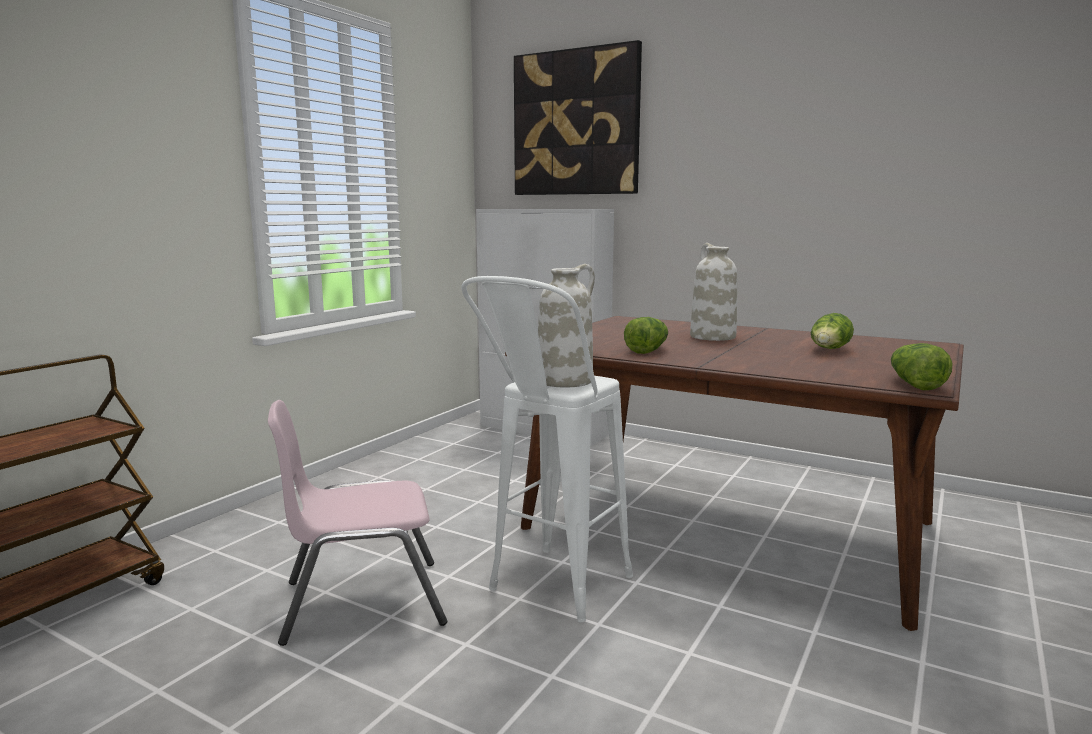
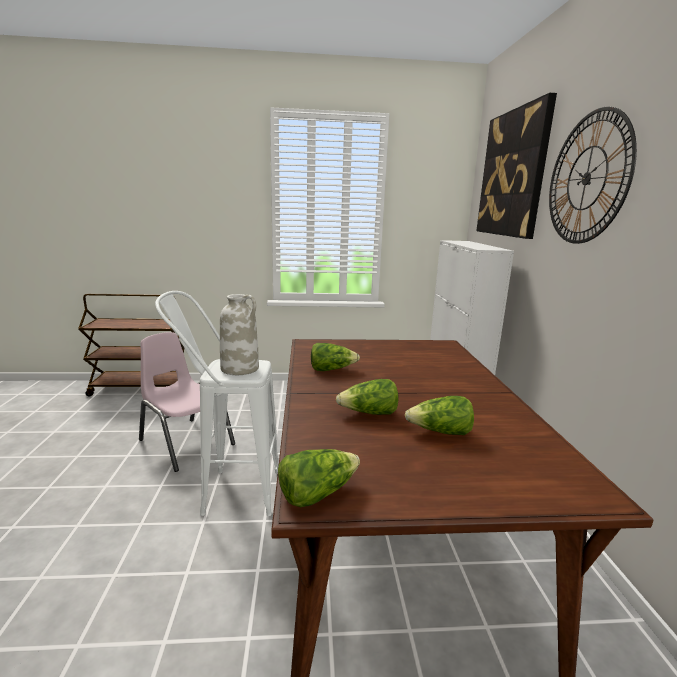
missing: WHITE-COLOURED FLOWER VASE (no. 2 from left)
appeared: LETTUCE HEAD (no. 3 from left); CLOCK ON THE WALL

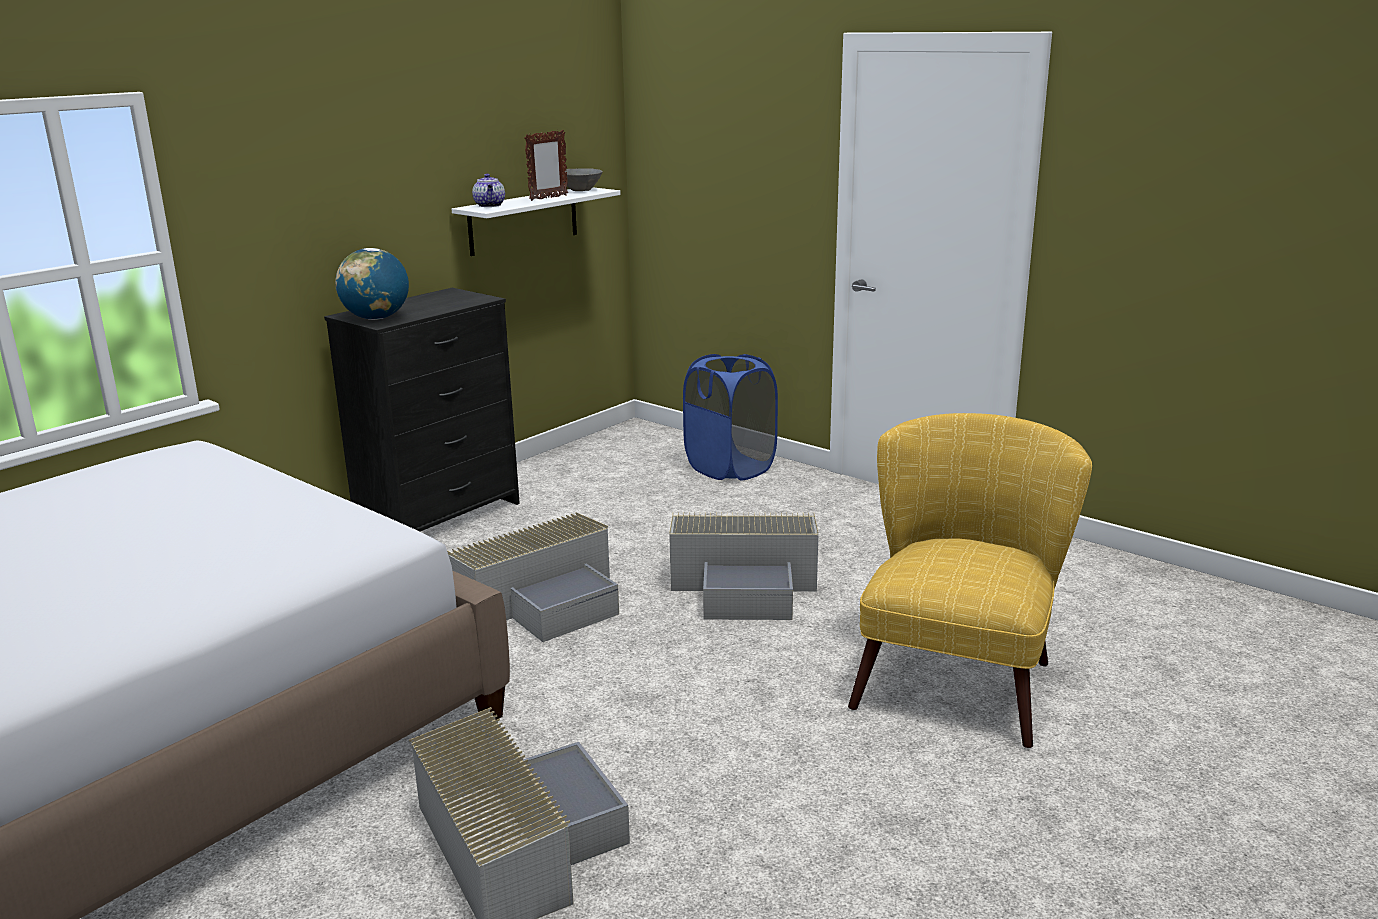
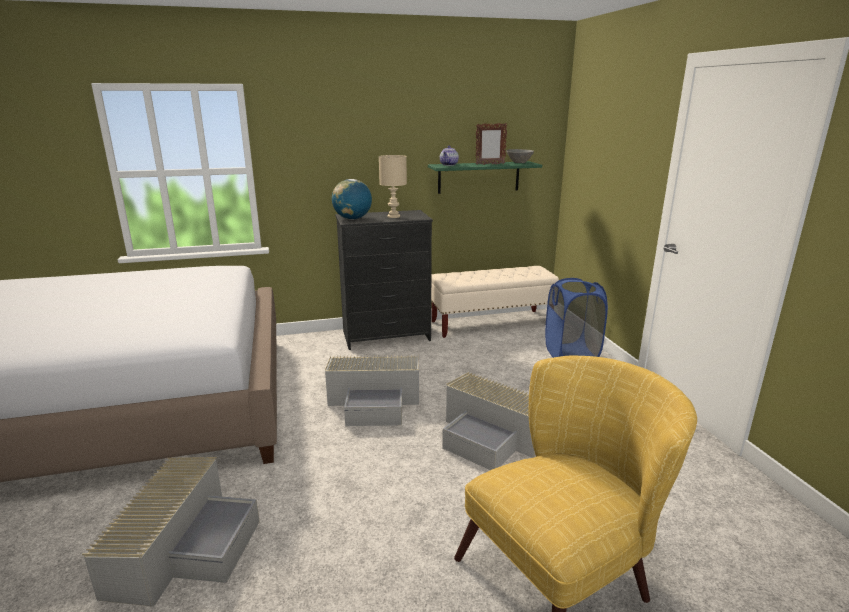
appeared: BEIGE LAMP FOR A TABLE; BEIGE BENCH
colour: WHITE-COLOURED SHELF to GREEN-COLOURED SHELF

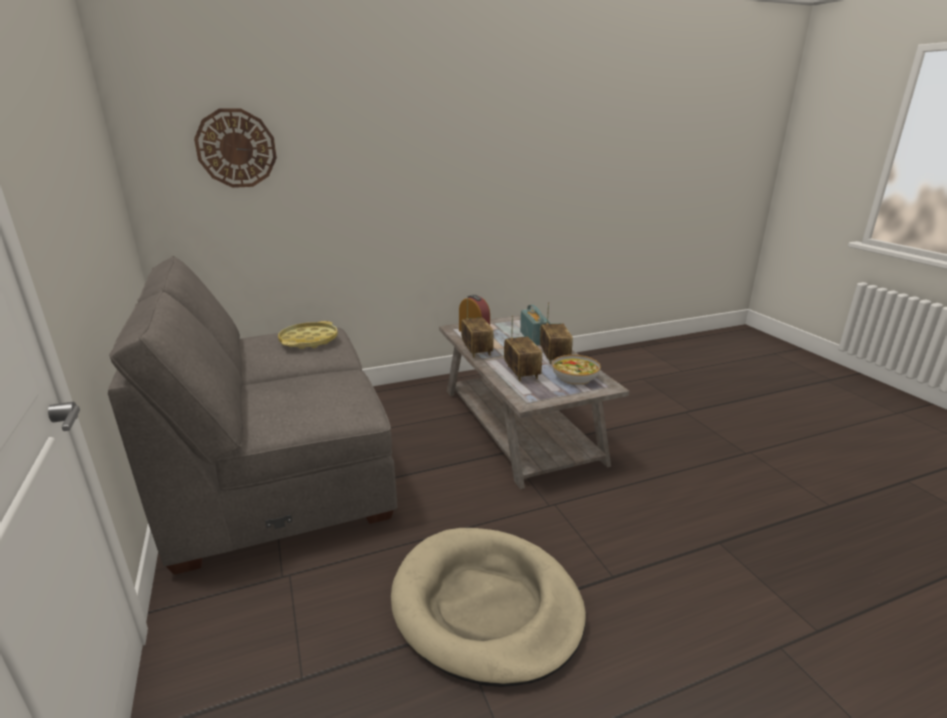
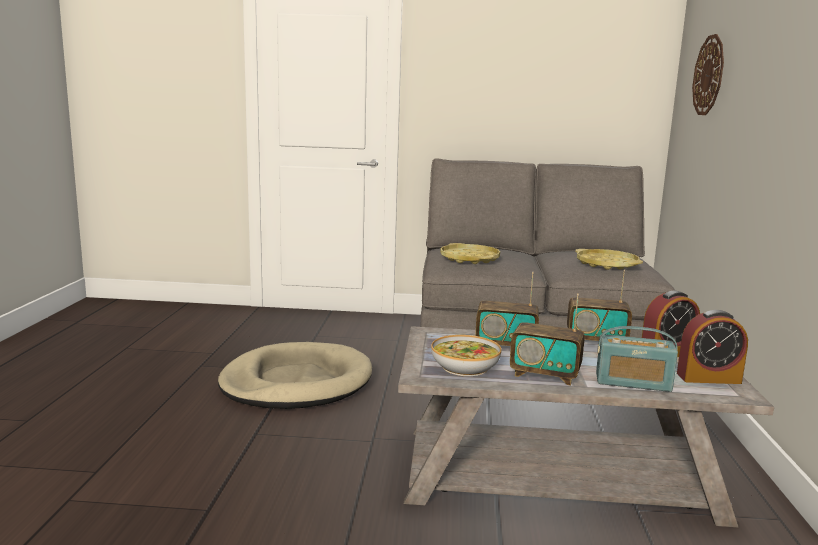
appeared: YELLOW-COLOURED CARRYING TRAY (no. 1 from left); ALARM CLOCK (no. 2 from left)

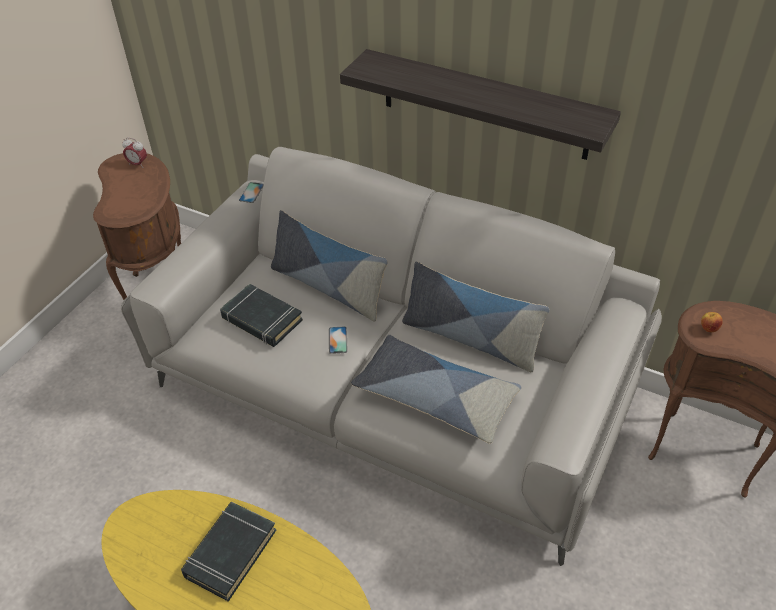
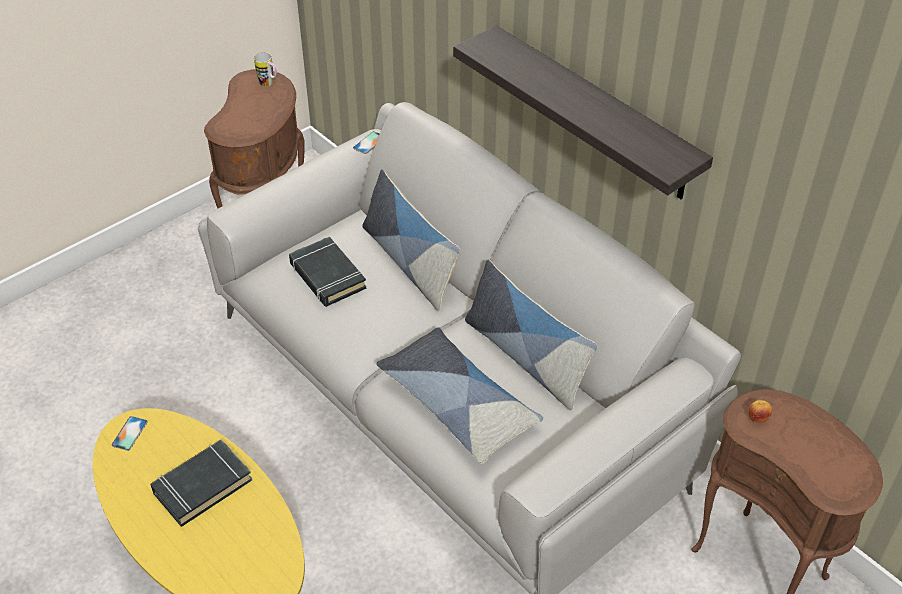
relocated: HANDSET (no. 2 from left in the first image) to HANDSET (no. 1 from left)
exchanged: ALARM CLOCK to COFFEE MUG

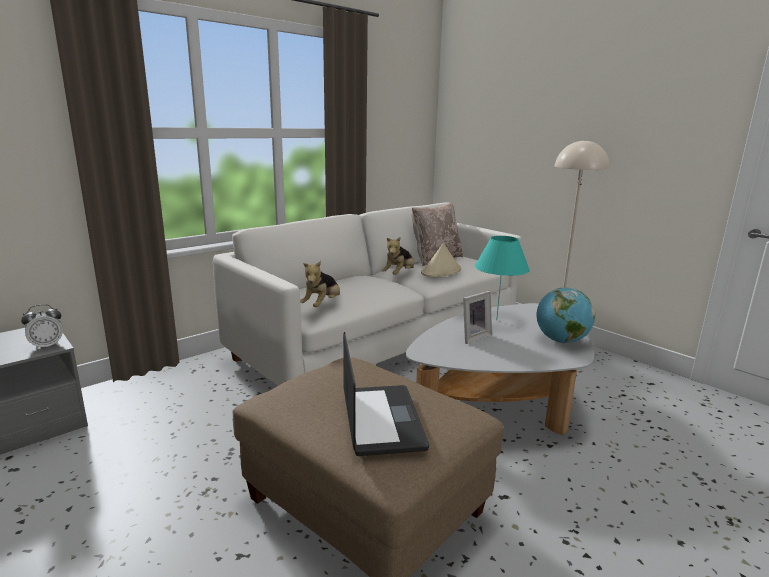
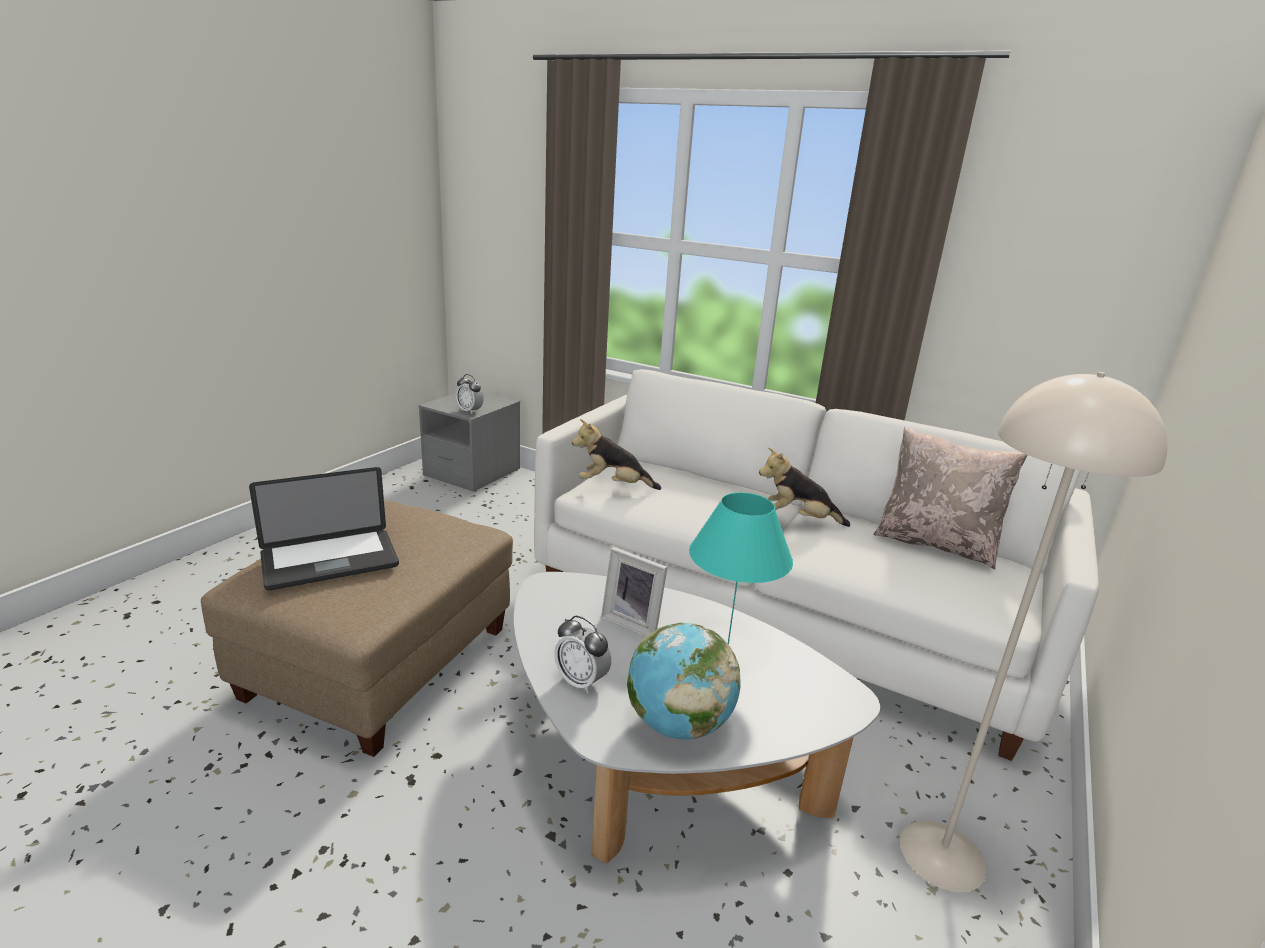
missing: BEIGE WEARABLE HAT
appeared: ALARM CLOCK (no. 2 from left)

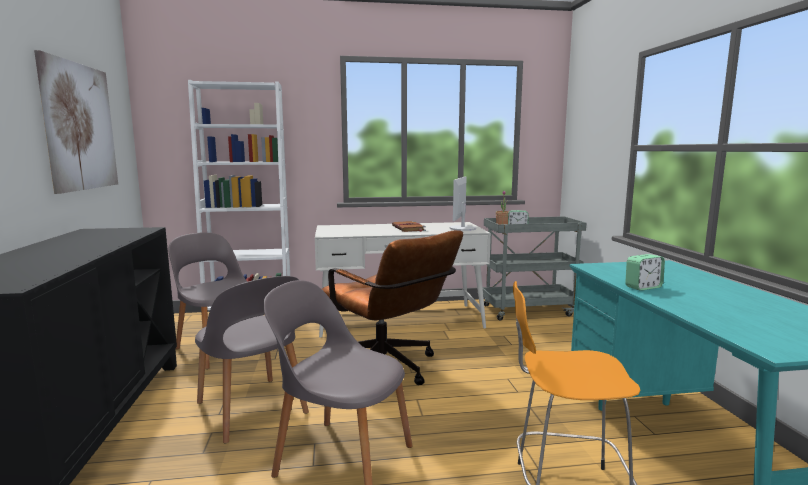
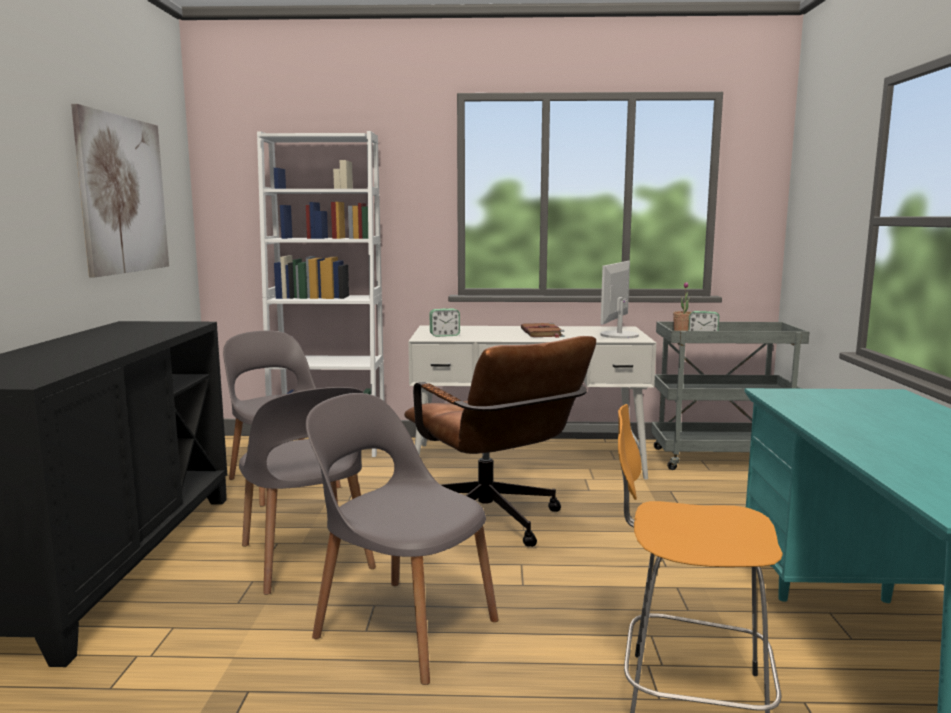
relocated: ALARM CLOCK (no. 2 from left in the first image) to ALARM CLOCK (no. 1 from left)

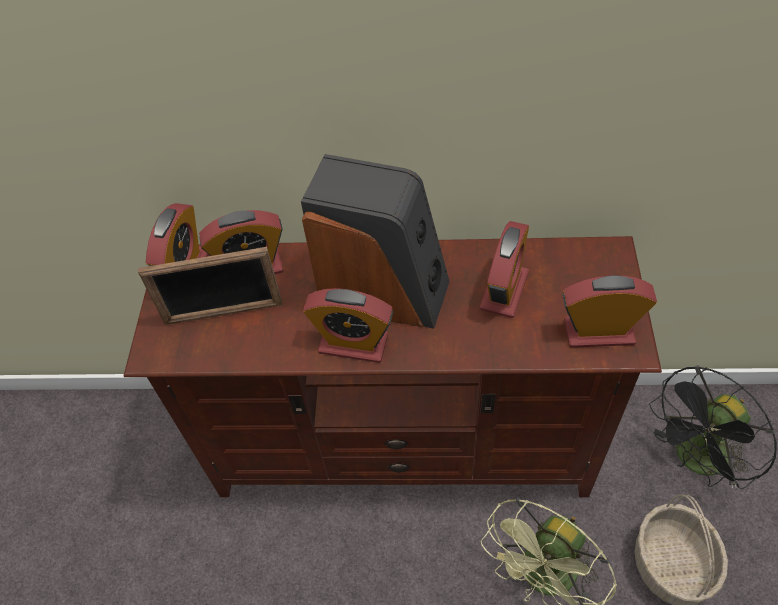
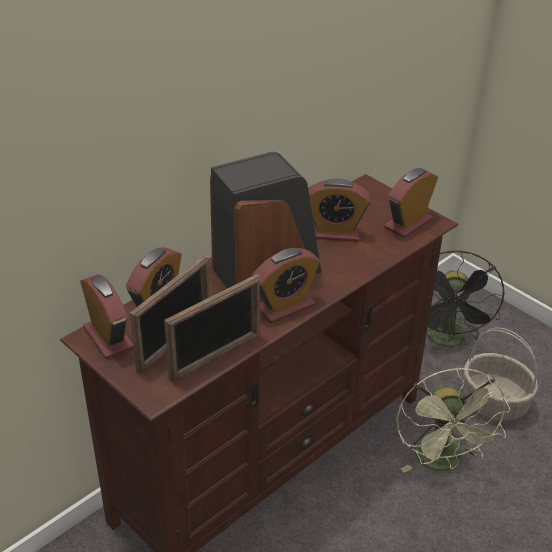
appeared: PICTURE FRAME (no. 2 from left)
spun: ALARM CLOCK (no. 4 from left) 120 degrees clockwise

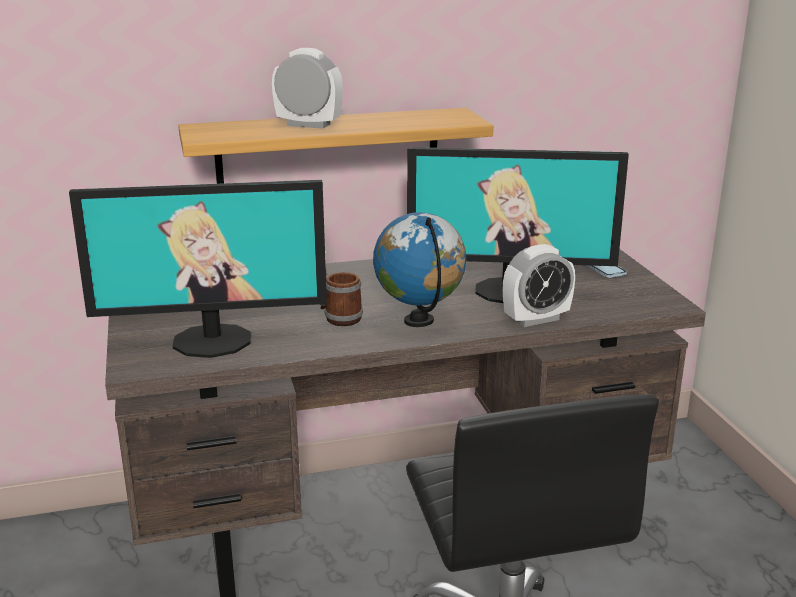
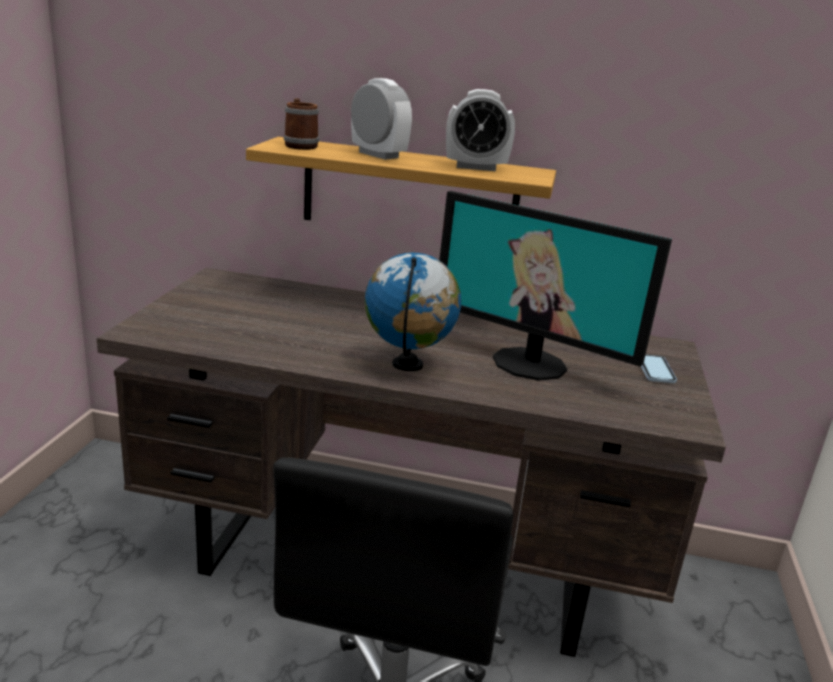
missing: MONITOR (no. 1 from left)
relocated: COFFEE MUG; ALARM CLOCK (no. 2 from left)

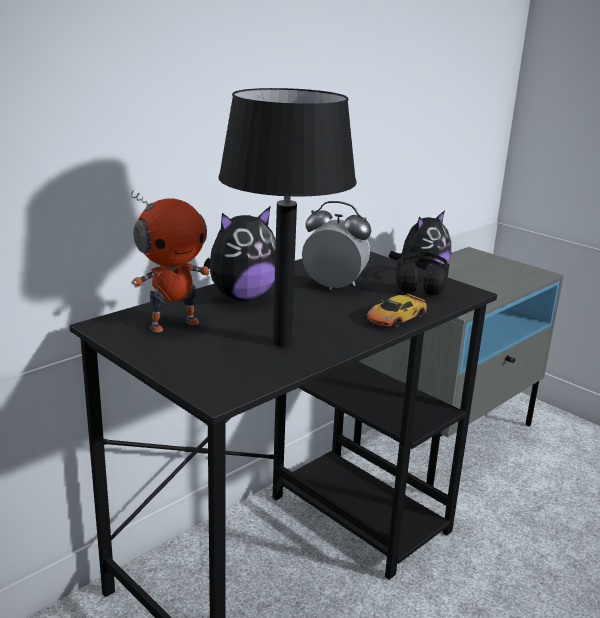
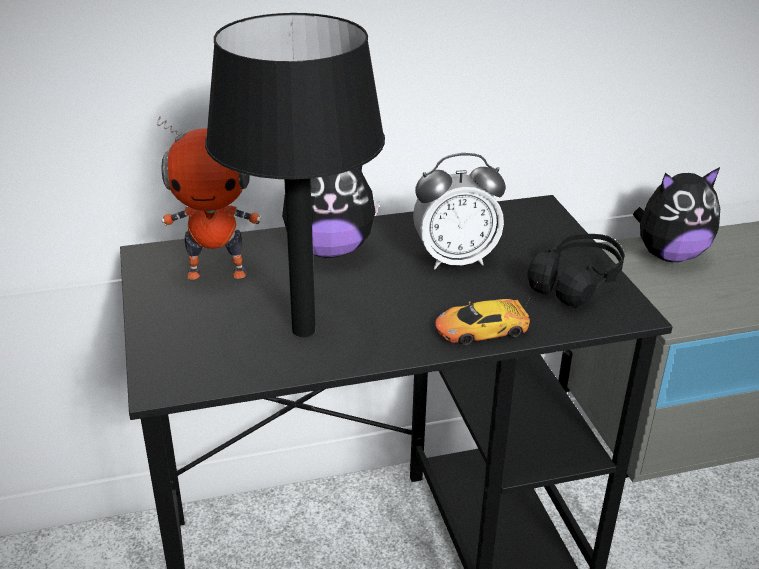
spun: ALARM CLOCK 120 degrees clockwise

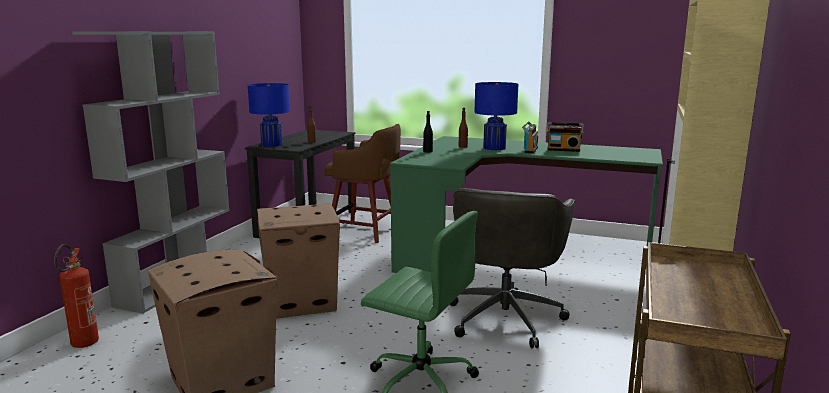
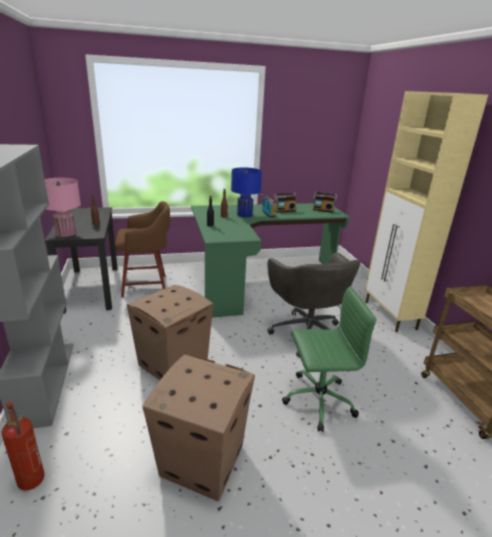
appeared: RADIO (no. 3 from left)
colour: BLUISH LAMP FOR A TABLE (no. 1 from left) to PINK-COLOURED LAMP FOR A TABLE

